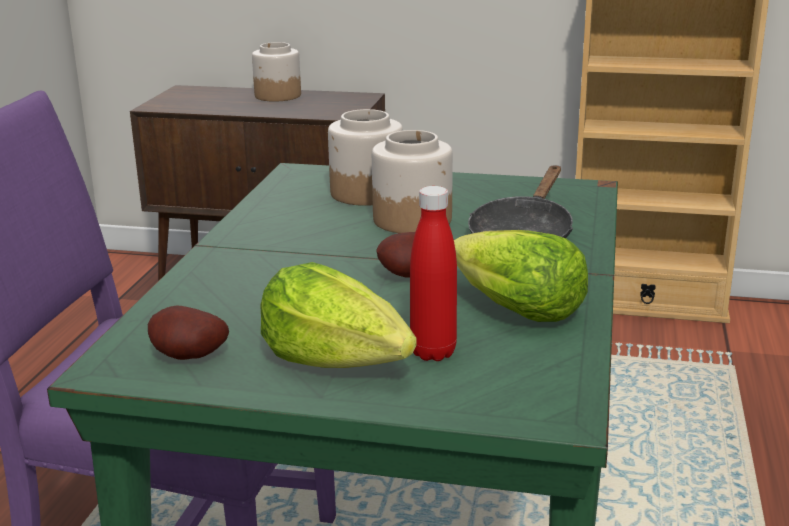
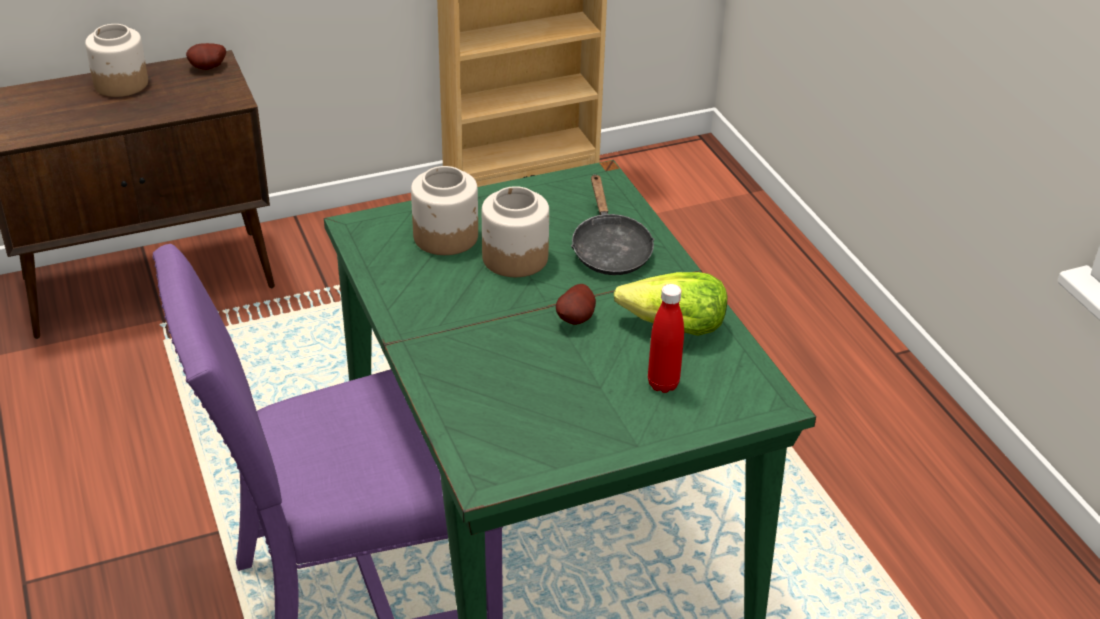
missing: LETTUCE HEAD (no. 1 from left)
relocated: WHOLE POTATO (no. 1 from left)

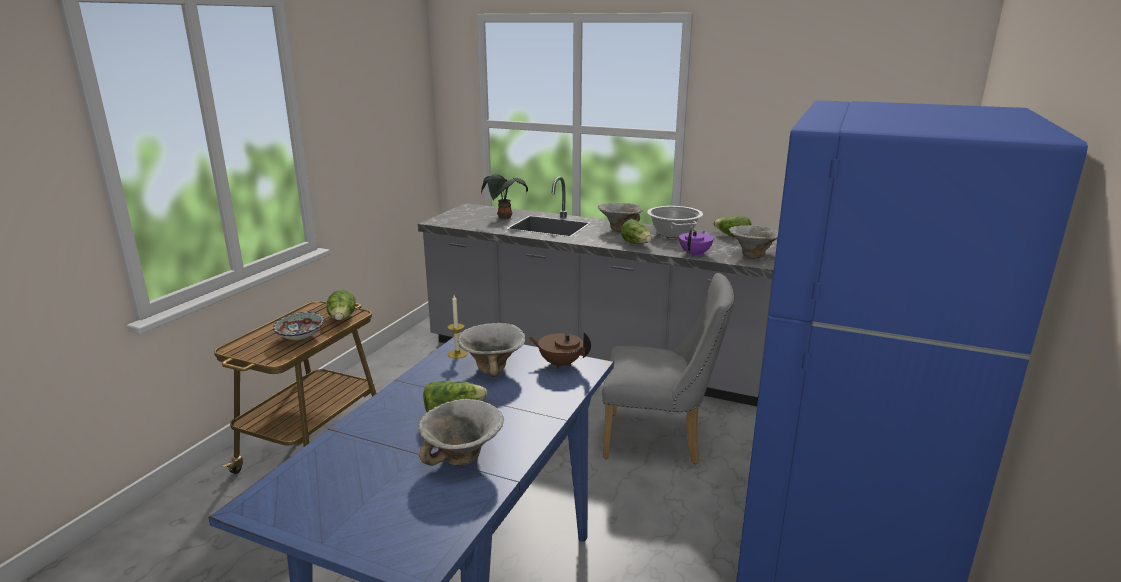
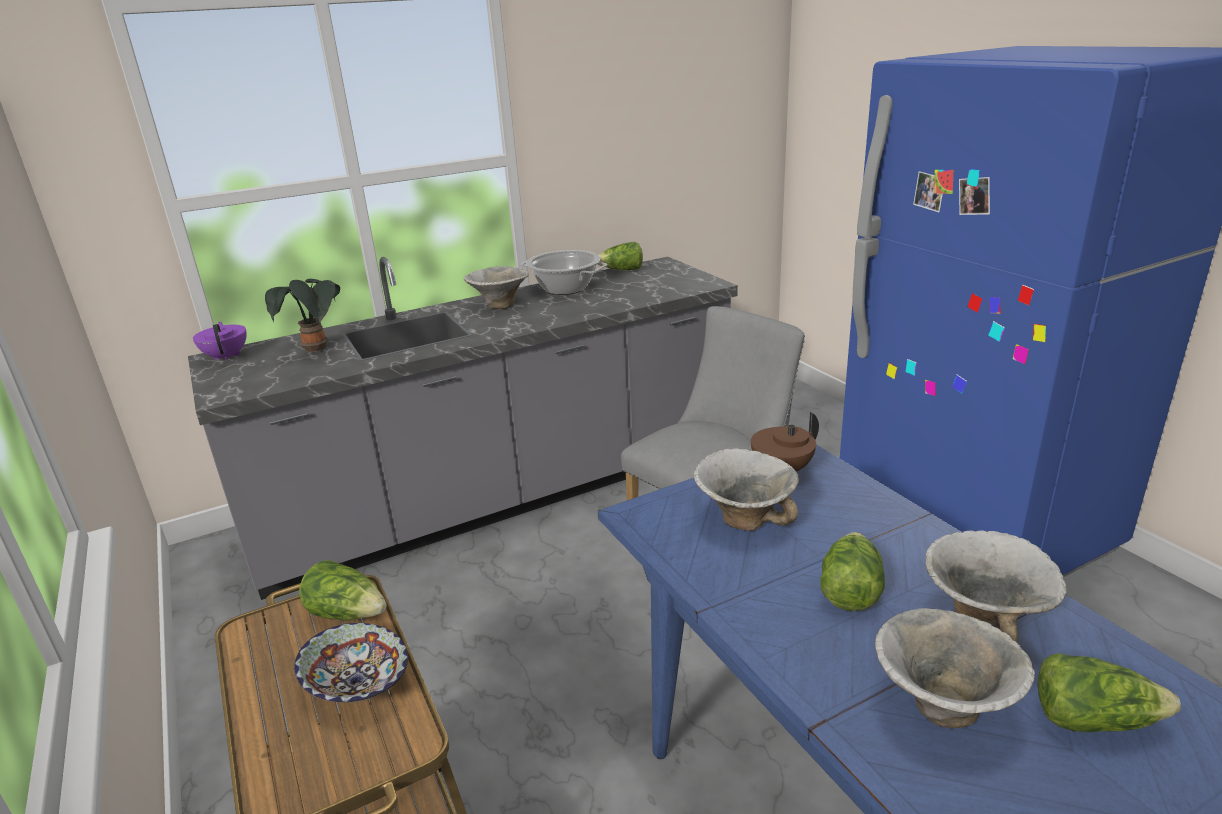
missing: WAX LIGHT
relocated: PURPLE TEAPOT; SERVING BOWL (no. 5 from left in the first image) to SERVING BOWL (no. 4 from left); LETTUCE HEAD (no. 3 from left in the first image) to LETTUCE HEAD (no. 4 from left)

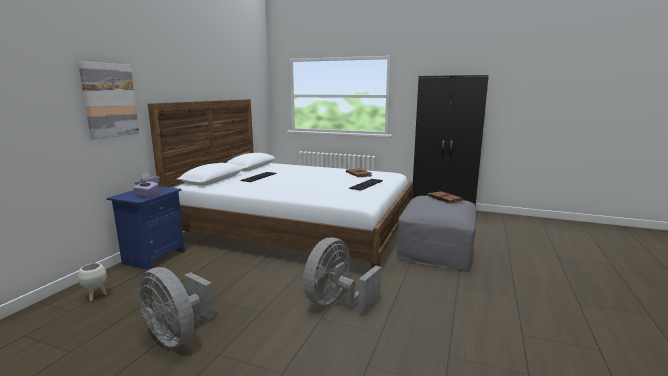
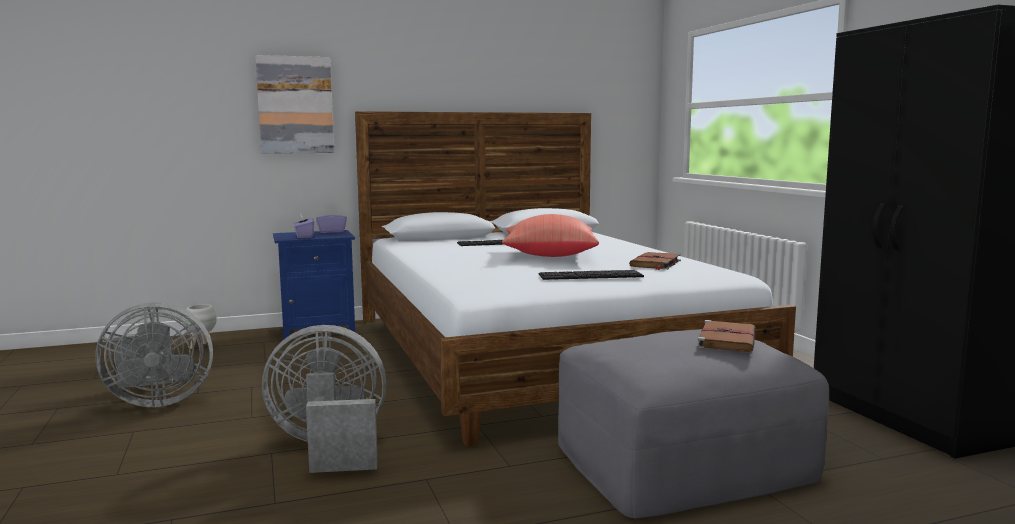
appeared: REDDISH CUSHION
spun: GREY ELECTRIC FAN (no. 1 from left) 105 degrees counterclockwise

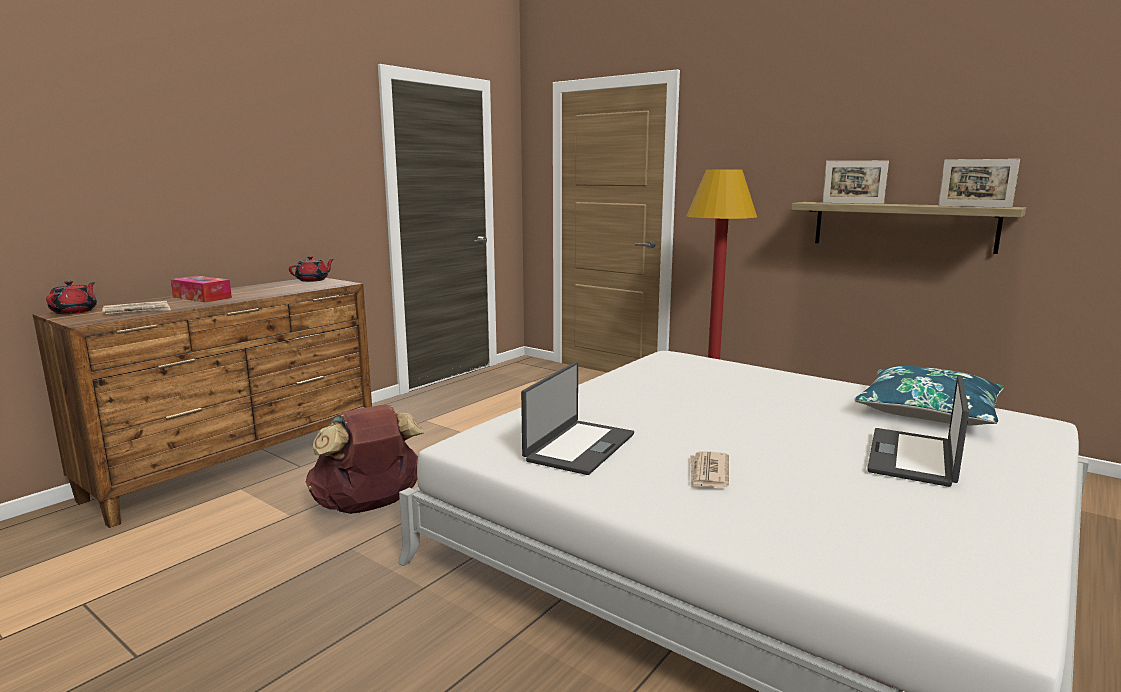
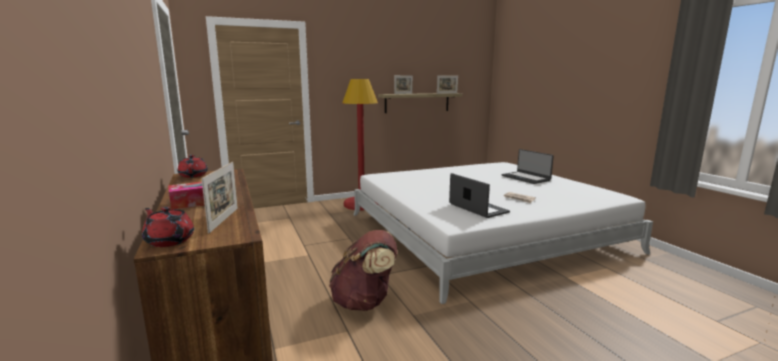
missing: BLUISH CUSHION
exchanged: PRINTED PAPER (no. 1 from left) to PICTURE FRAME (no. 1 from left)

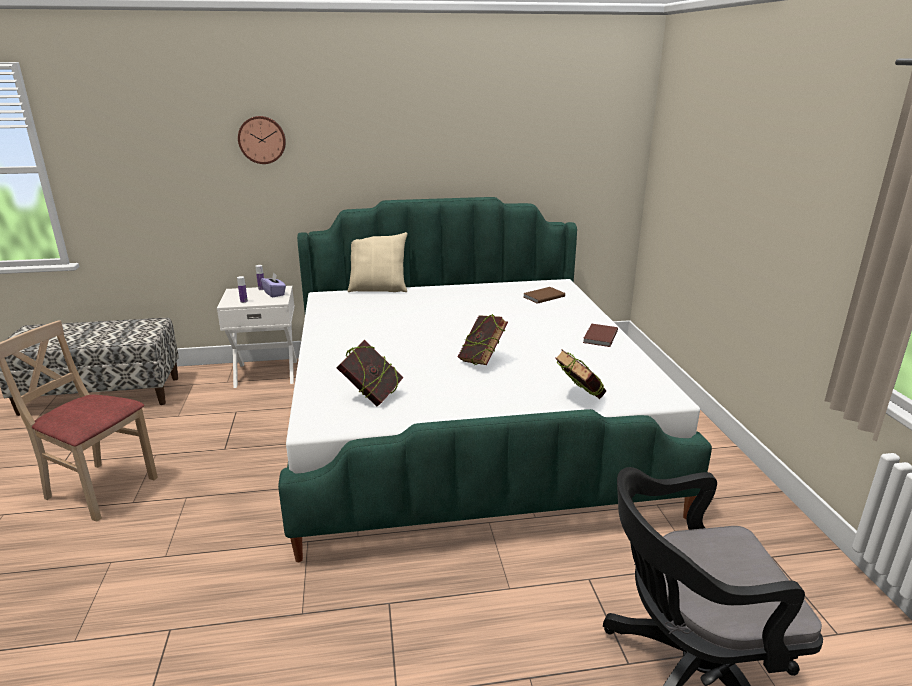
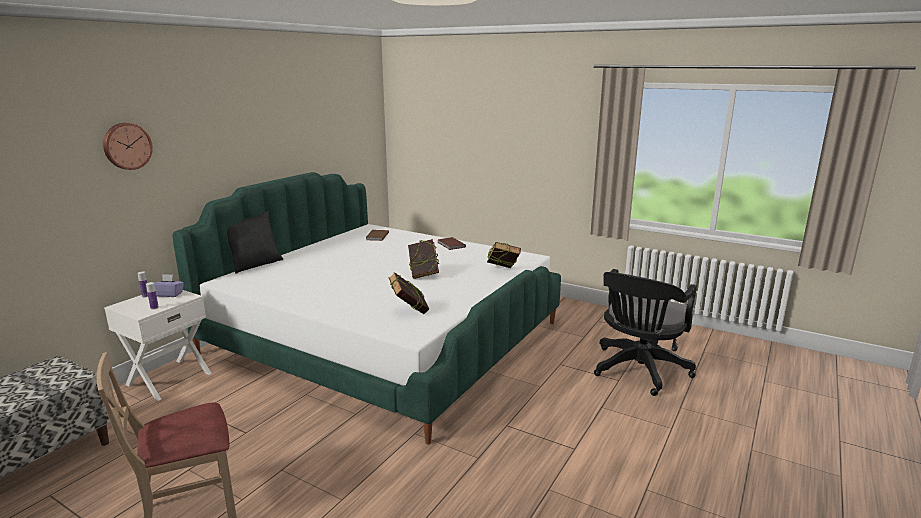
colour: BEIGE CUSHION to BLACK CUSHION

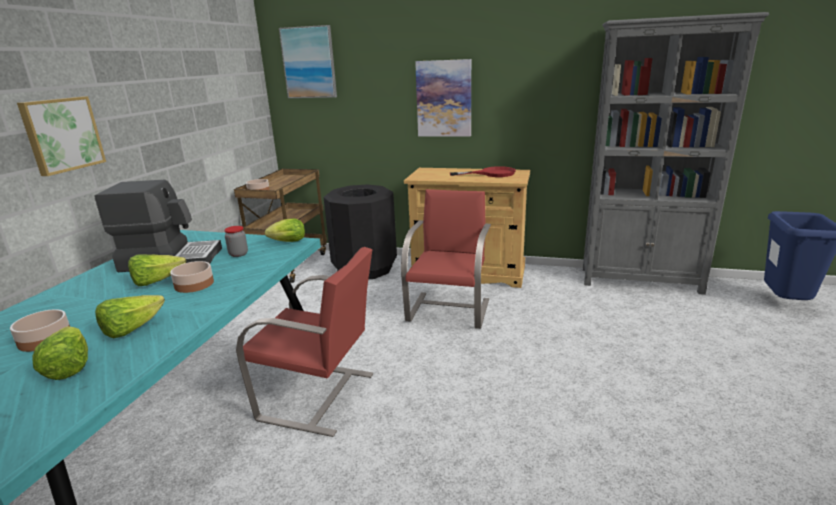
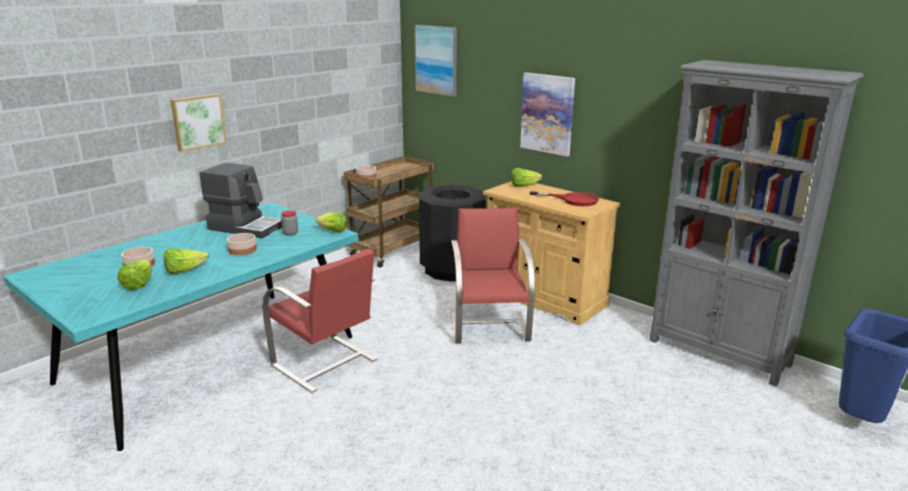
relocated: LETTUCE HEAD (no. 3 from left in the first image) to LETTUCE HEAD (no. 4 from left)
spun: REDDISH UPRIGHT CHAIR (no. 2 from left) 45 degrees counterclockwise

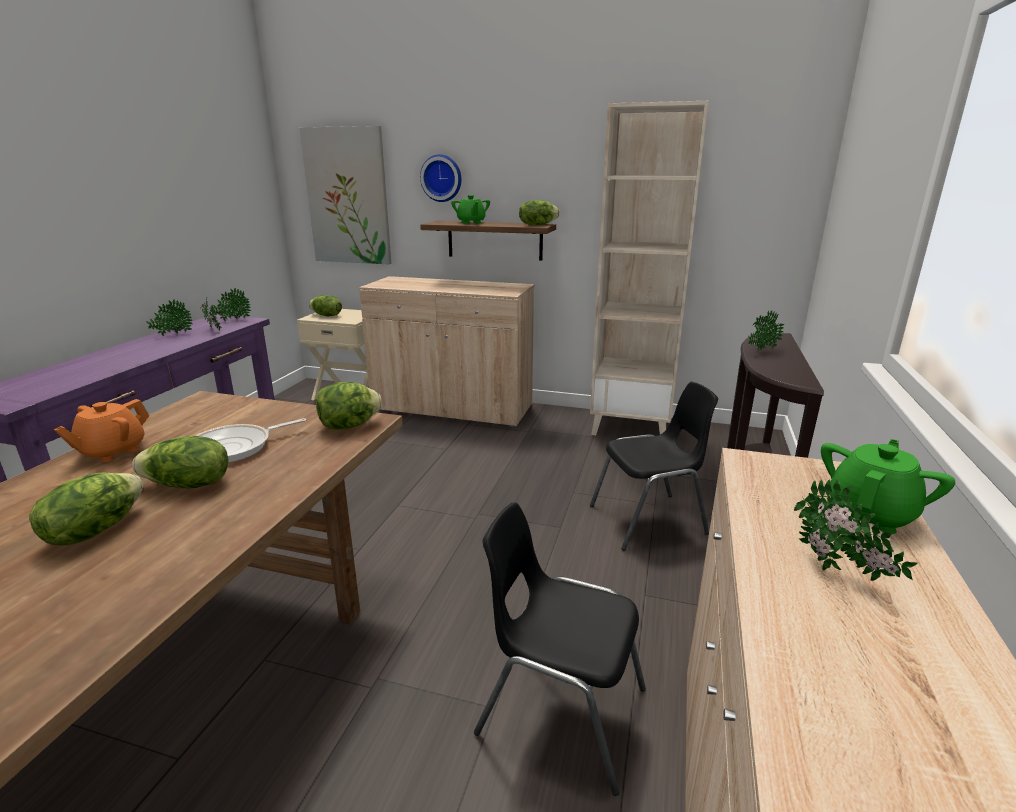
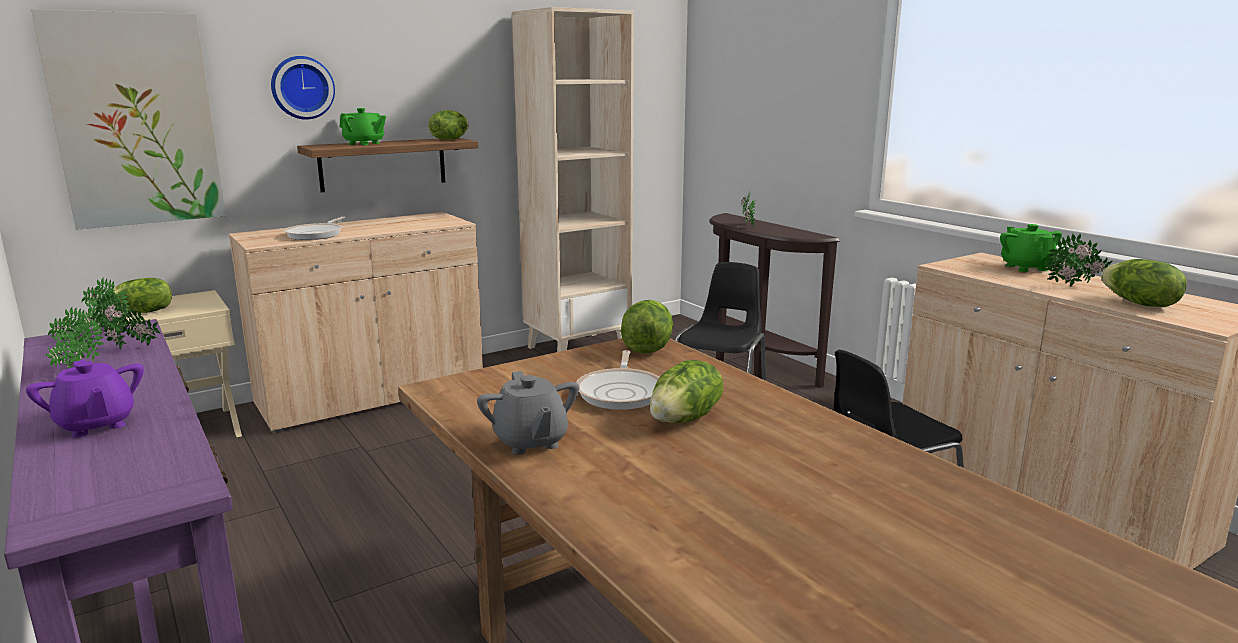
appeared: PURPLE TEAPOT; PAN (no. 1 from left)
relocated: LETTUCE HEAD (no. 1 from left in the first image) to LETTUCE HEAD (no. 5 from left)
colour: ORANGEY TEAPOT to GREY TEAPOT

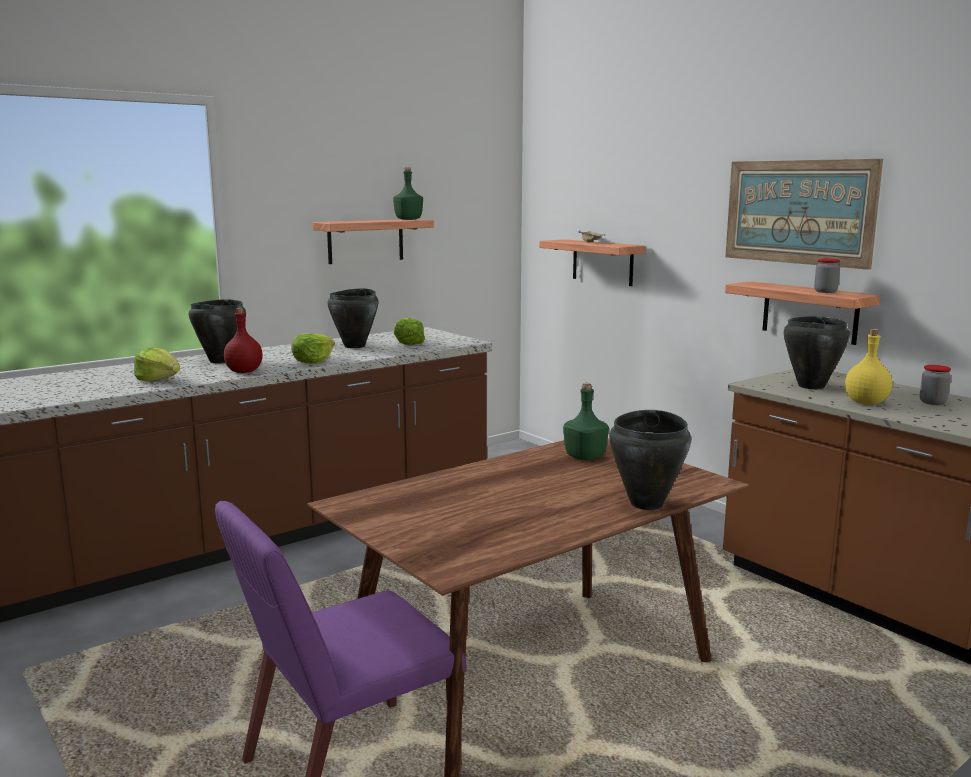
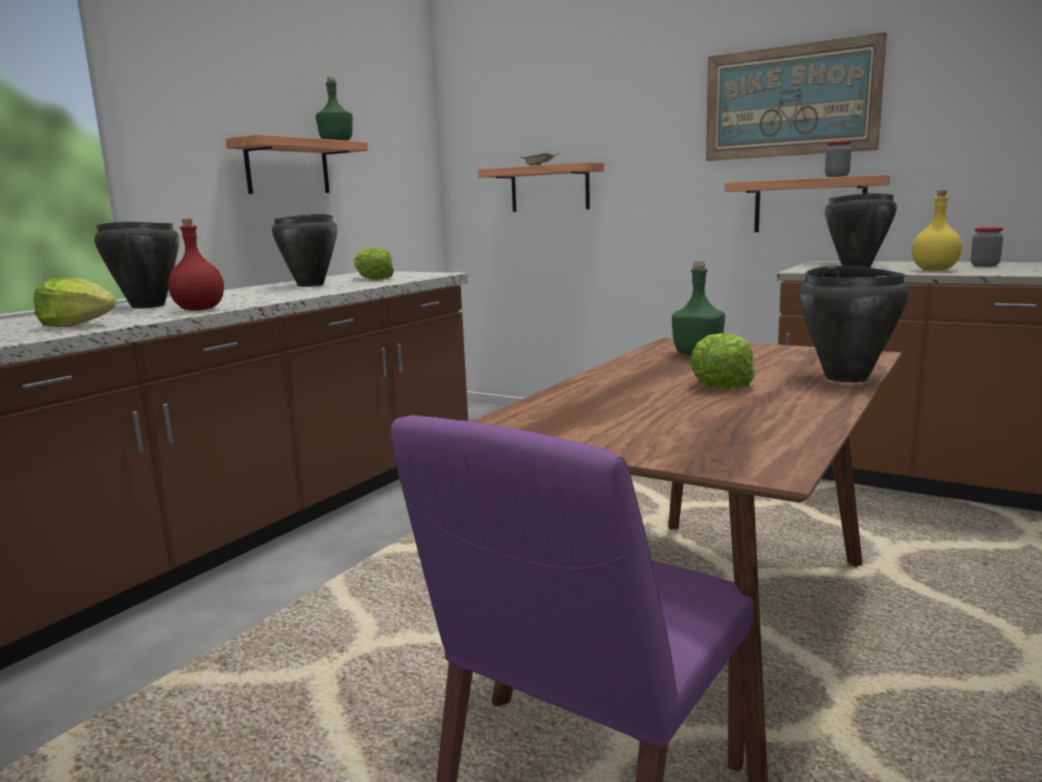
relocated: LETTUCE HEAD (no. 2 from left in the first image) to LETTUCE HEAD (no. 3 from left)

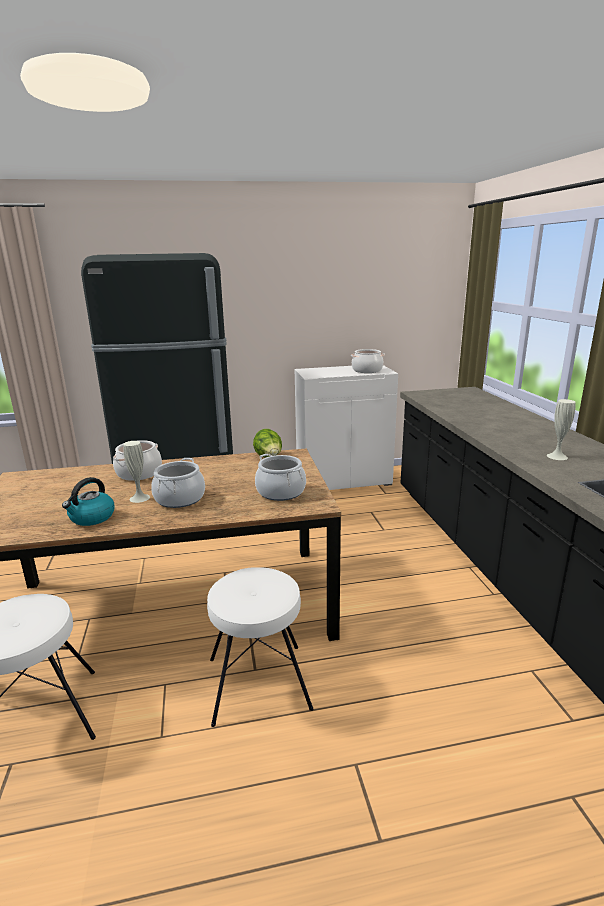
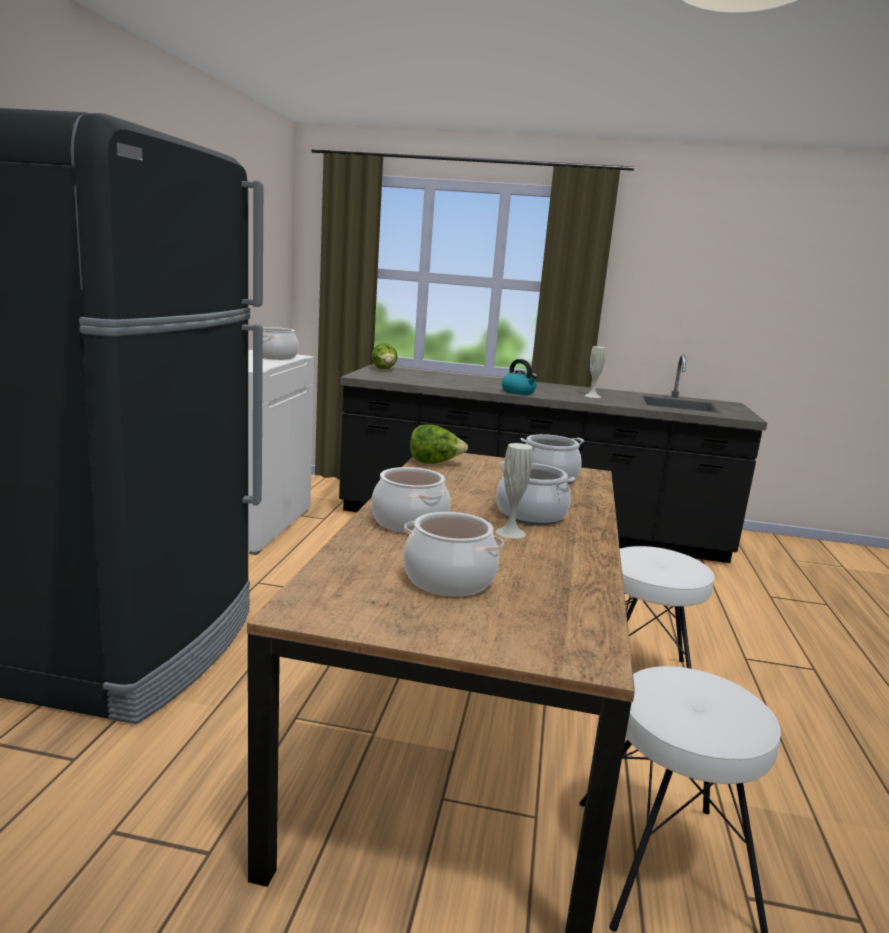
appeared: LETTUCE HEAD (no. 1 from left); STOCKPOT (no. 3 from left)
relocated: KETTLE

